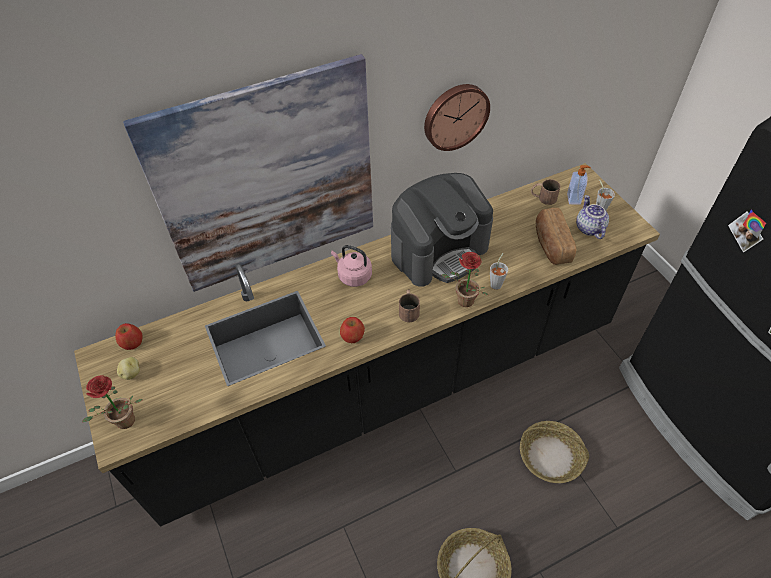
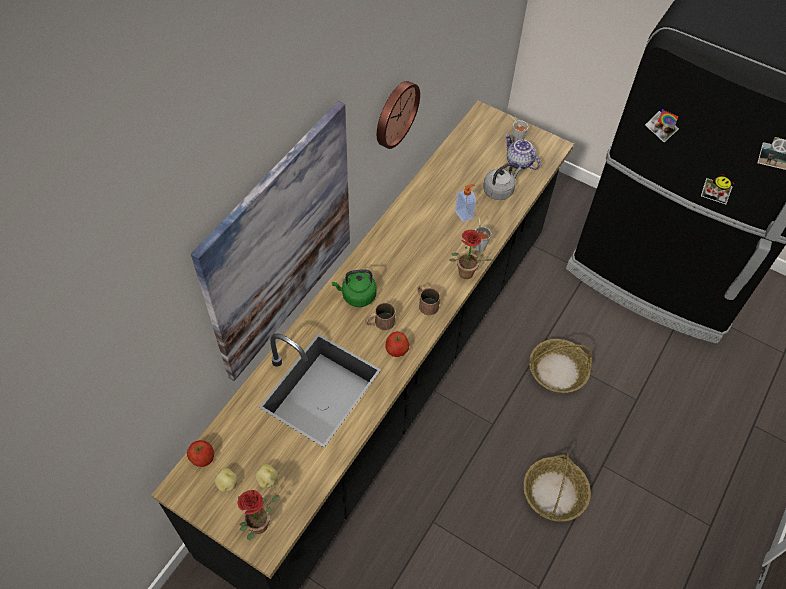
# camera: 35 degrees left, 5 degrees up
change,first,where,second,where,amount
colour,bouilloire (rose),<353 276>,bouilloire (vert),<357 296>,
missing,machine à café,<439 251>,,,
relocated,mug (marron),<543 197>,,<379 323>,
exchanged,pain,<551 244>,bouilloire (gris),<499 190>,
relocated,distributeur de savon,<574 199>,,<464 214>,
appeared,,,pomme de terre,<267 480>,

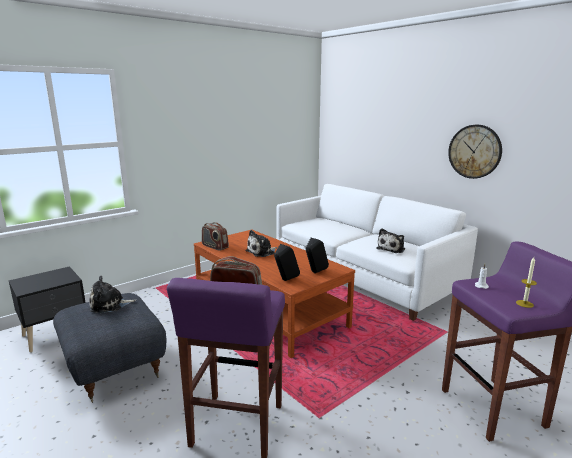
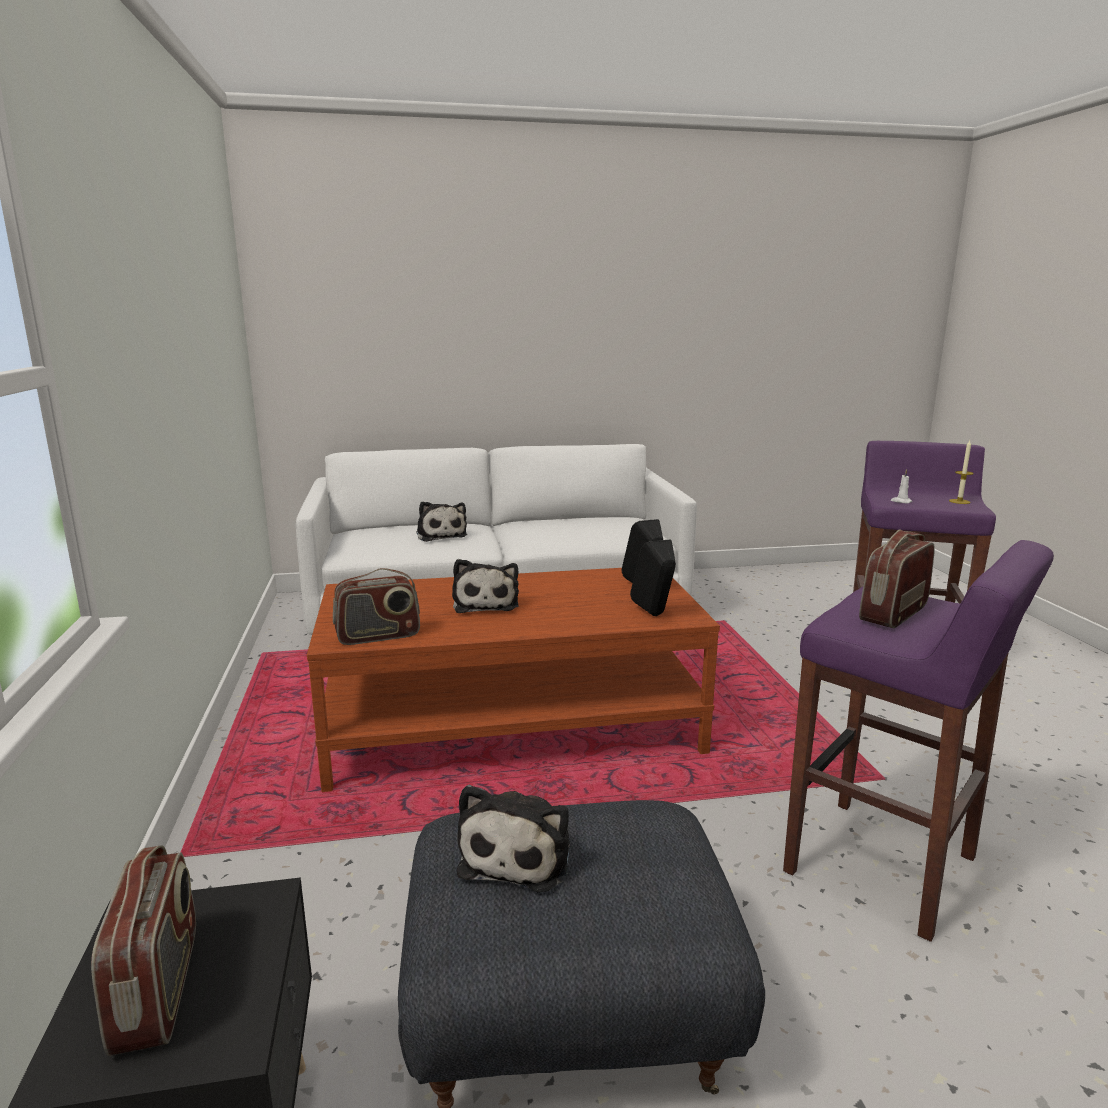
# camera: 60 degrees left, 0 degrees up
change,first,where,second,where,amount
relocated,peluche,<392 249>,,<441 535>,
missing,horloge murale,<474 151>,,,
appeared,,,radio,<159 989>,

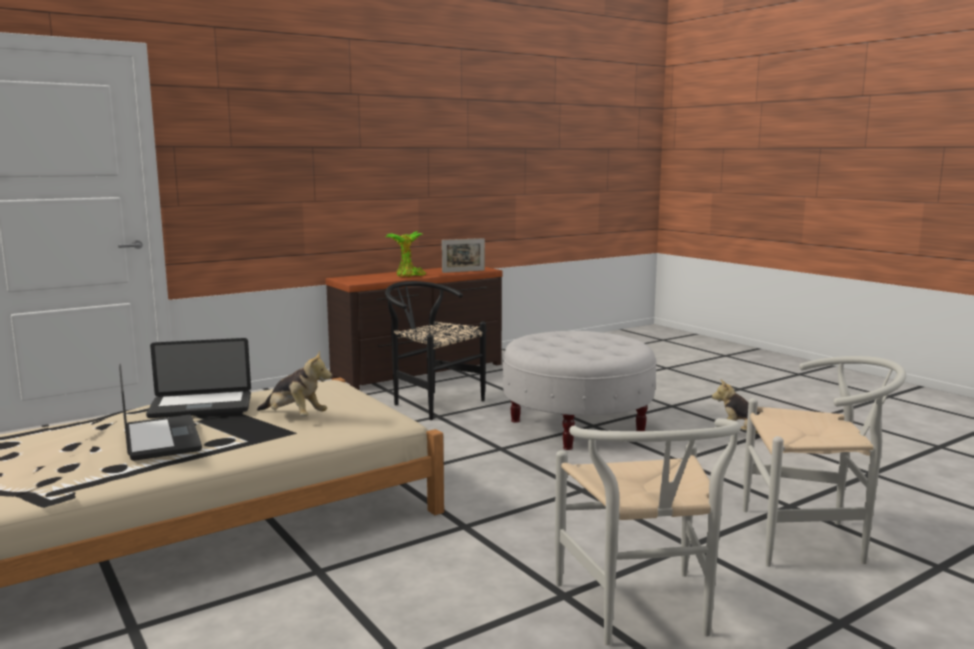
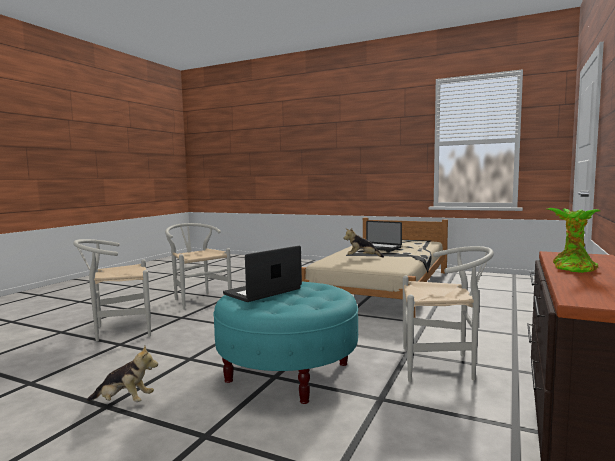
# camera: 150 degrees right, 5 degrees down
change,first,where,second,where,amount
relocated,ordinateur portable,<201 406>,,<263 292>,
colour,chaise (noir),<431 403>,chaise (blanc),<443 365>,
missing,cadre photo,<463 271>,,,
colour,pouf (blanc),<577 426>,pouf (turquoise),<287 372>,

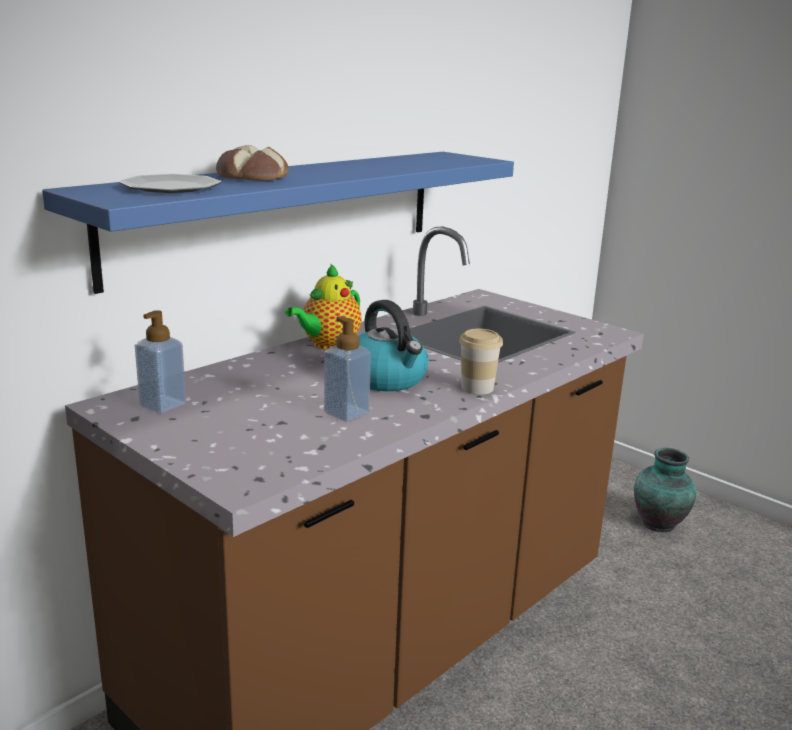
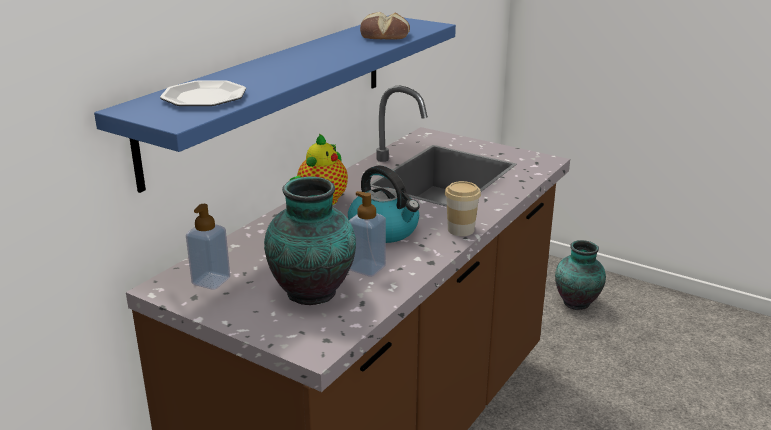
# camera: 10 degrees left, 5 degrees up
change,first,where,second,where,amount
relocated,pain,<251 177>,,<384 36>,
appeared,,,vase,<314 293>,

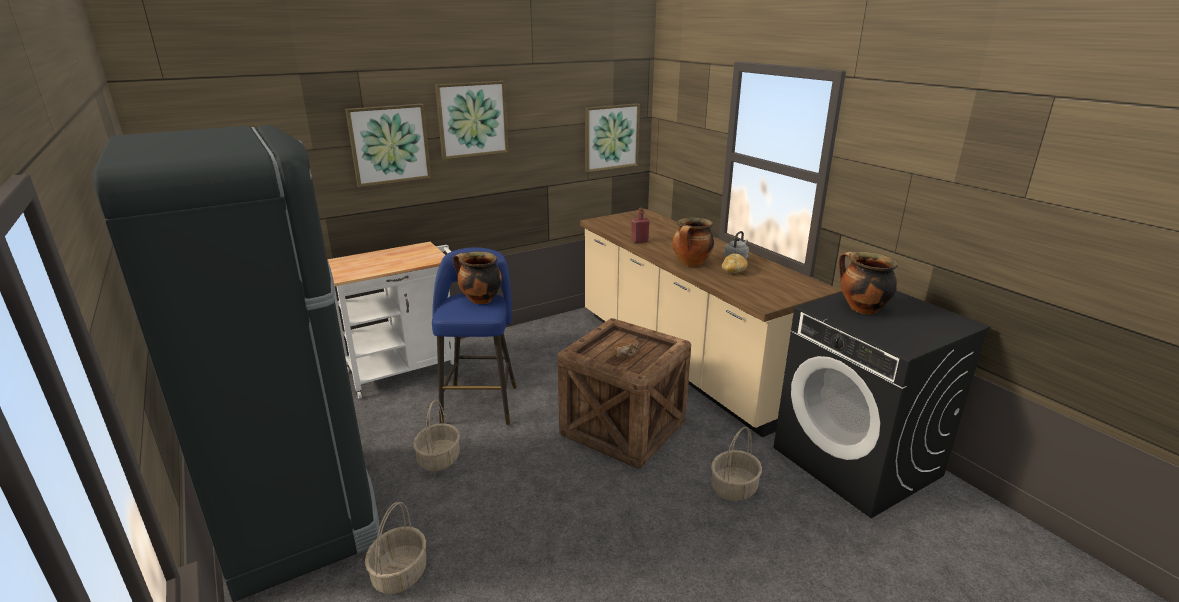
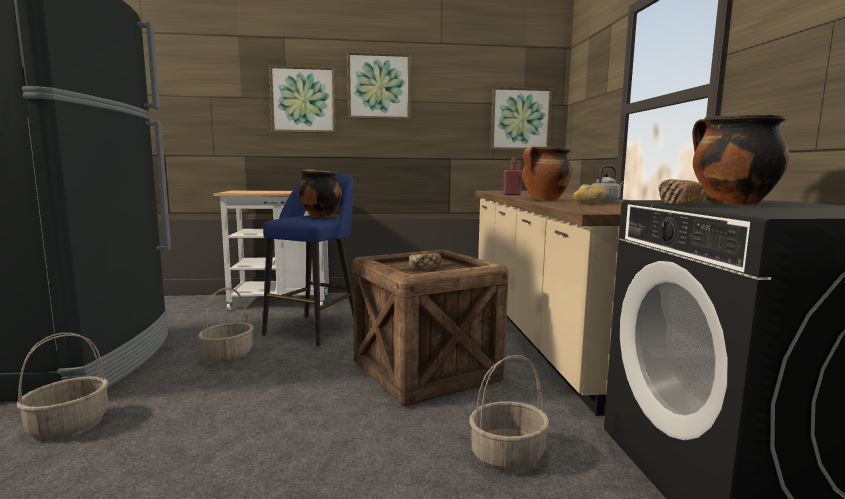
# camera: 25 degrees right, 15 degrees down
change,first,where,second,where,amount
appeared,,,pain,<677 204>,

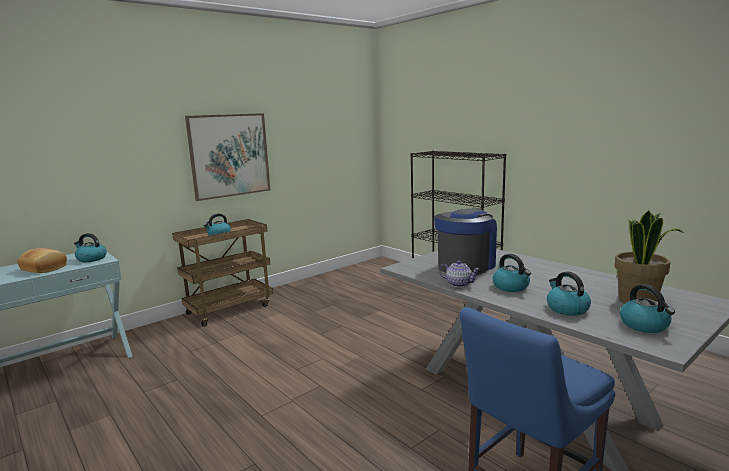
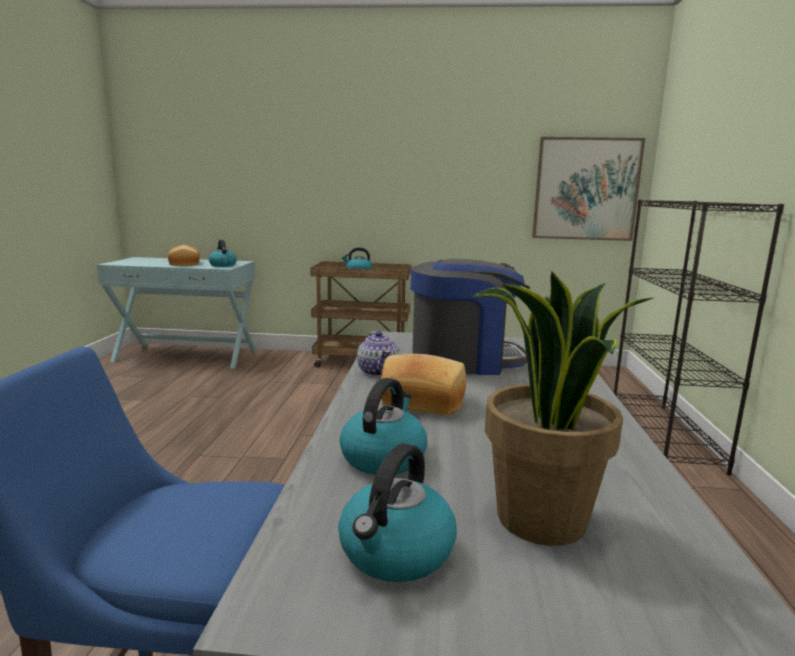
# camera: 45 degrees right, 0 degrees up
change,first,where,second,where,amount
relocated,tableau,<229 155>,,<586 189>,
exchanged,bouilloire,<511 287>,pain,<423 401>,

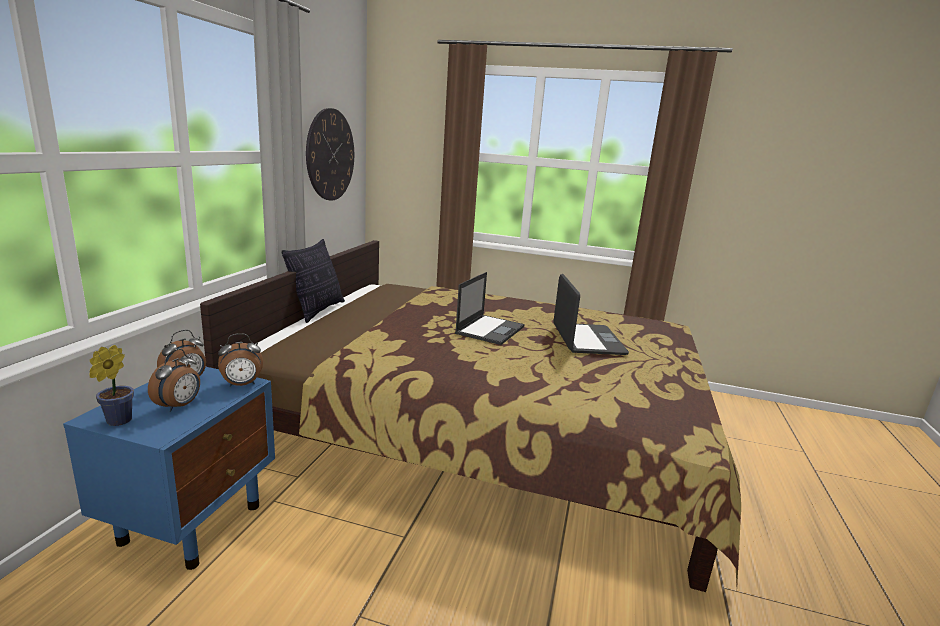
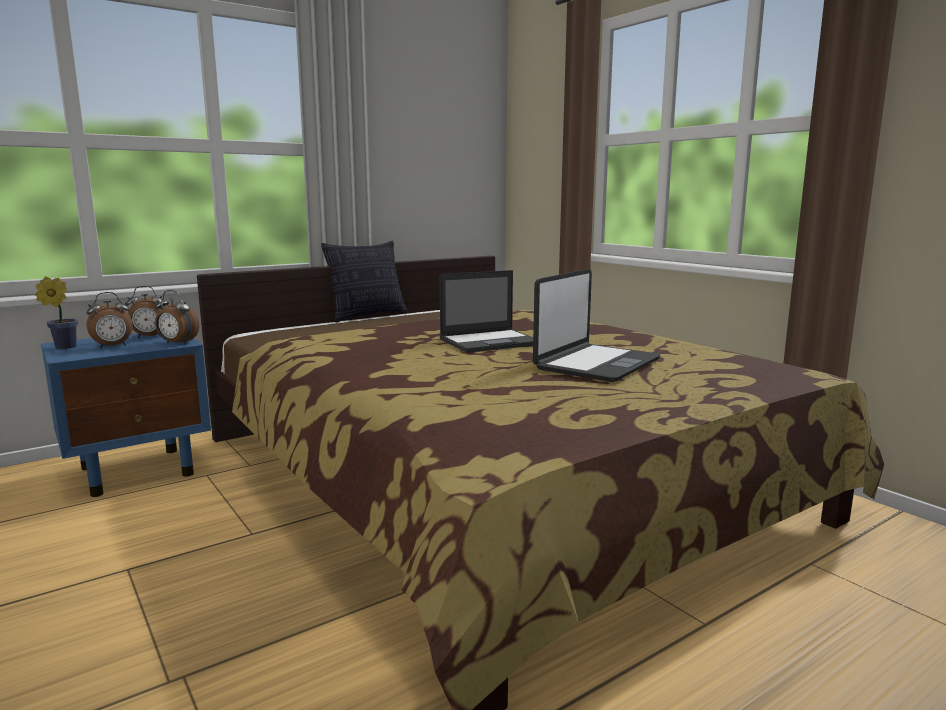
# camera: 40 degrees right, 5 degrees down
change,first,where,second,where,amount
missing,horloge murale,<330 155>,,,

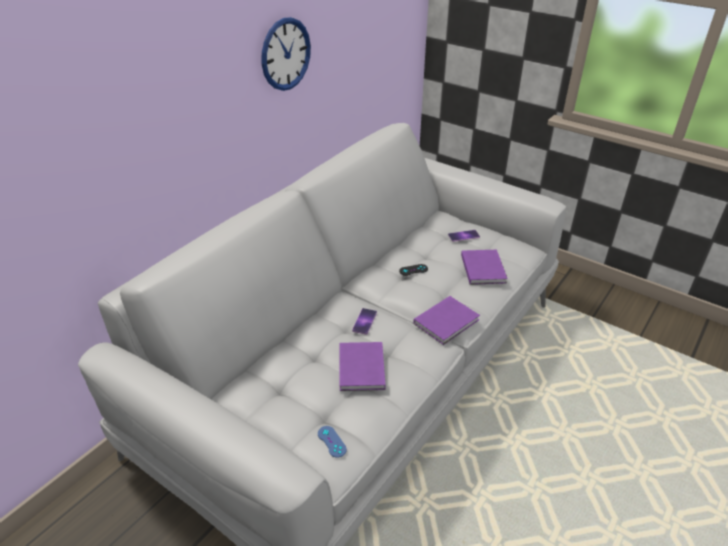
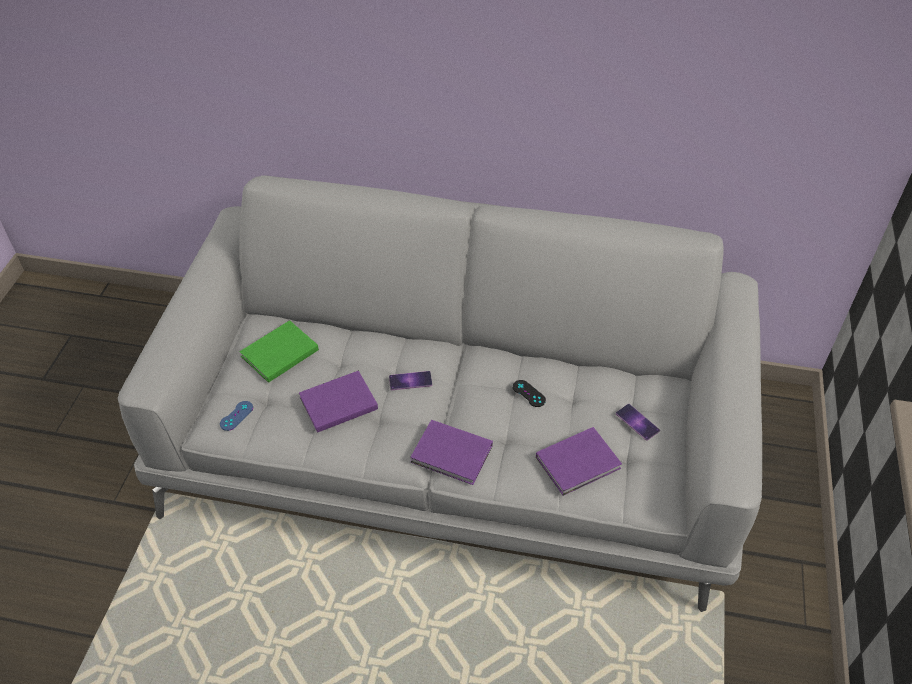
# camera: 65 degrees right, 10 degrees up
change,first,where,second,where,amount
missing,horloge murale,<286 54>,,,
appeared,,,livre (vert),<277 353>,

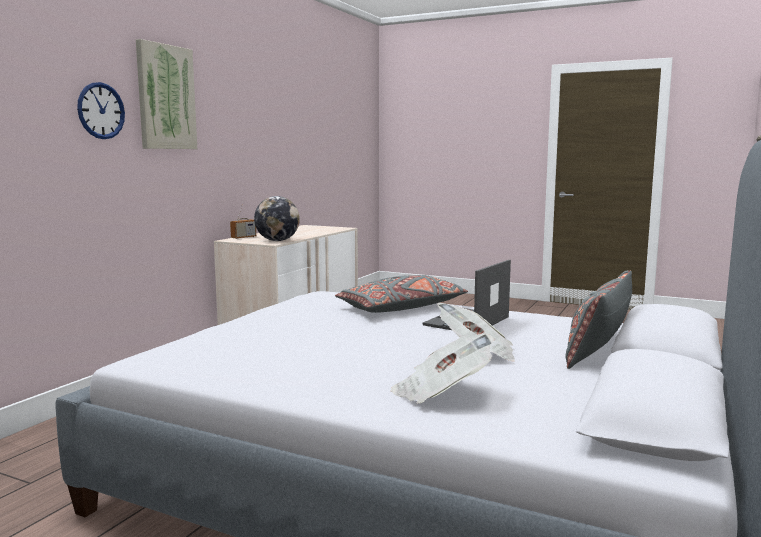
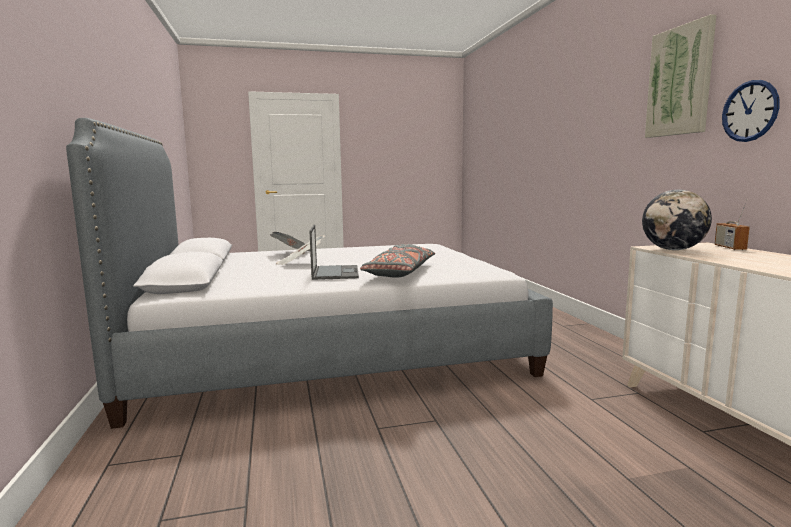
# camera: 140 degrees right, 0 degrees up
change,first,where,second,where,amount
relocated,horloge murale,<101 111>,,<750 111>,
missing,coussin (gris),<599 349>,,,

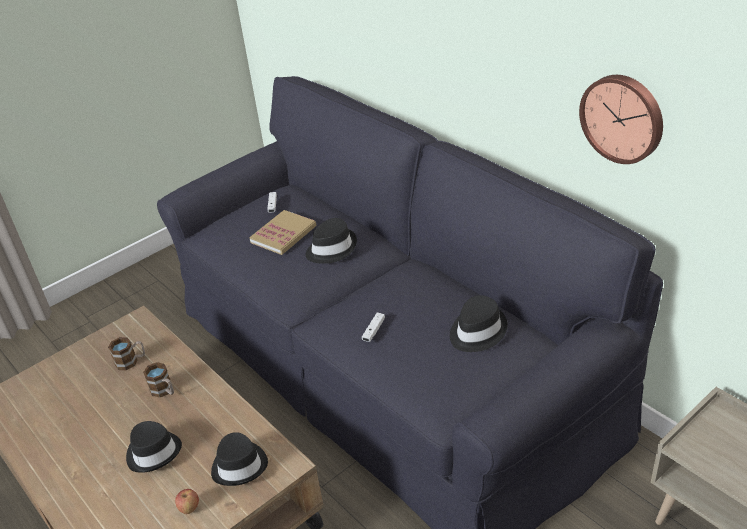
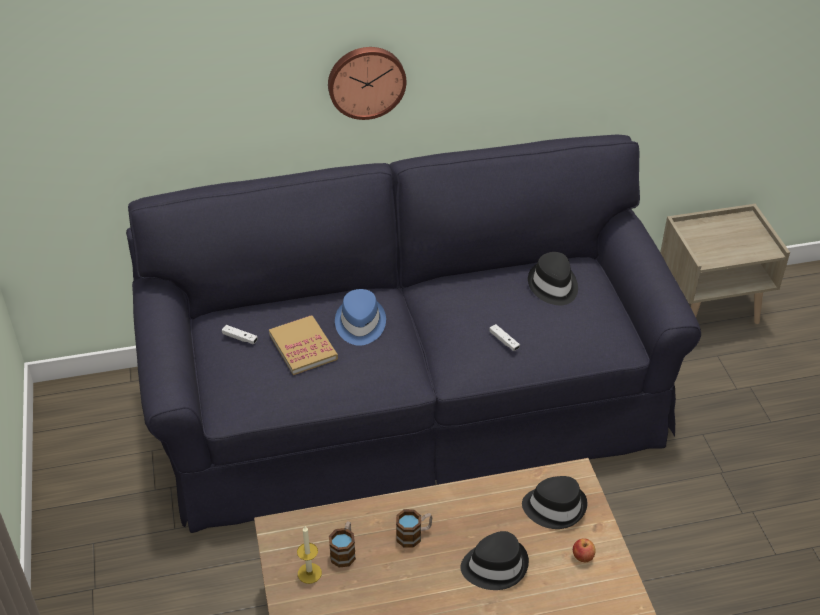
# camera: 65 degrees left, 5 degrees up
change,first,where,second,where,amount
colour,chapeau (noir),<331 248>,chapeau (bleu),<359 324>,
relocated,horloge murale,<623 118>,,<366 81>,
appeared,,,bougie,<309 573>,

